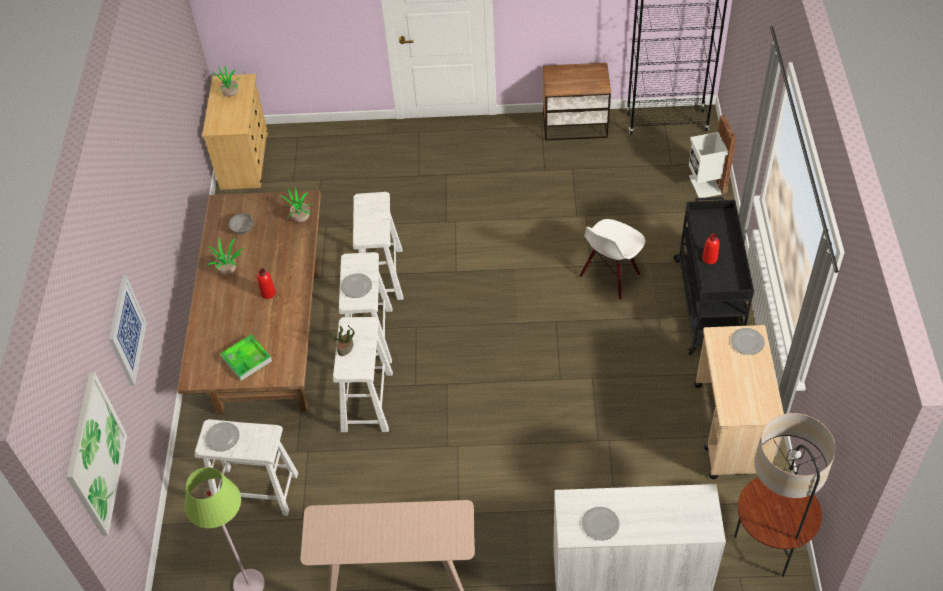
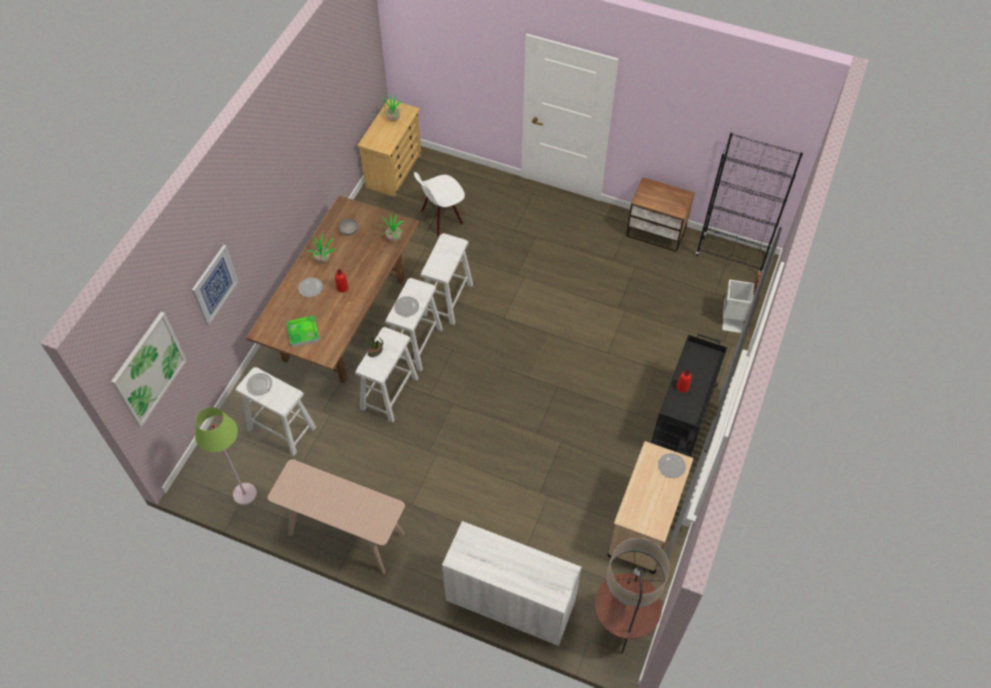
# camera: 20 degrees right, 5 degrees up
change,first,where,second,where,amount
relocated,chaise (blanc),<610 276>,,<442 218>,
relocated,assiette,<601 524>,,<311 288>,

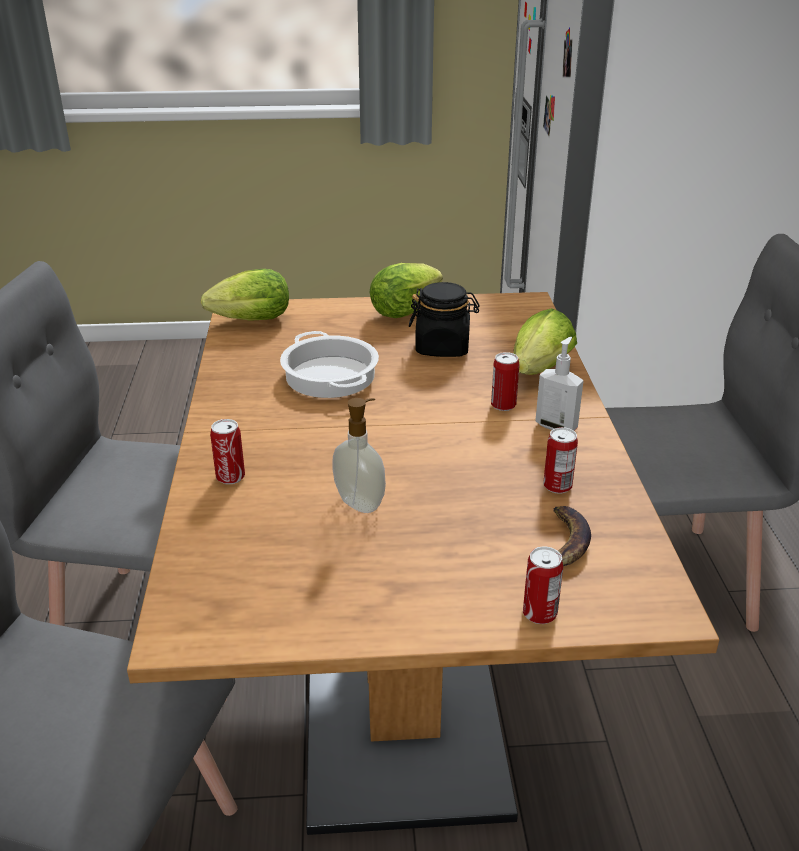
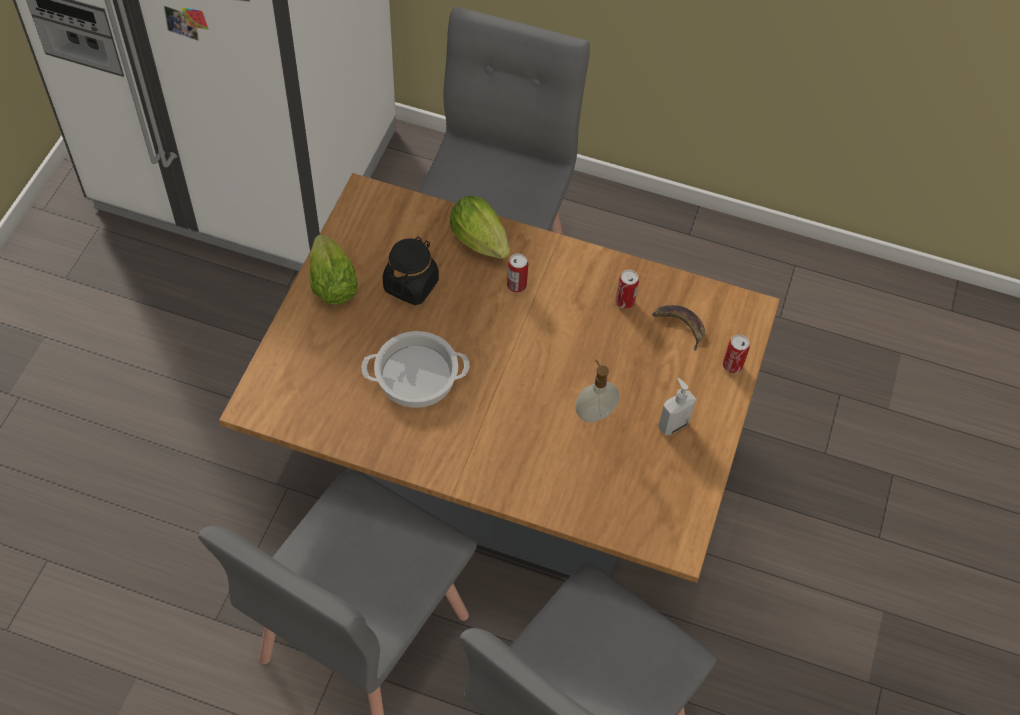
# camera: 70 degrees left, 25 degrees up
change,first,where,second,where,amount
missing,laitue,<247 321>,,,
missing,boîte métallique,<230 477>,,,
relocated,distributeur de savon,<556 426>,,<673 424>,

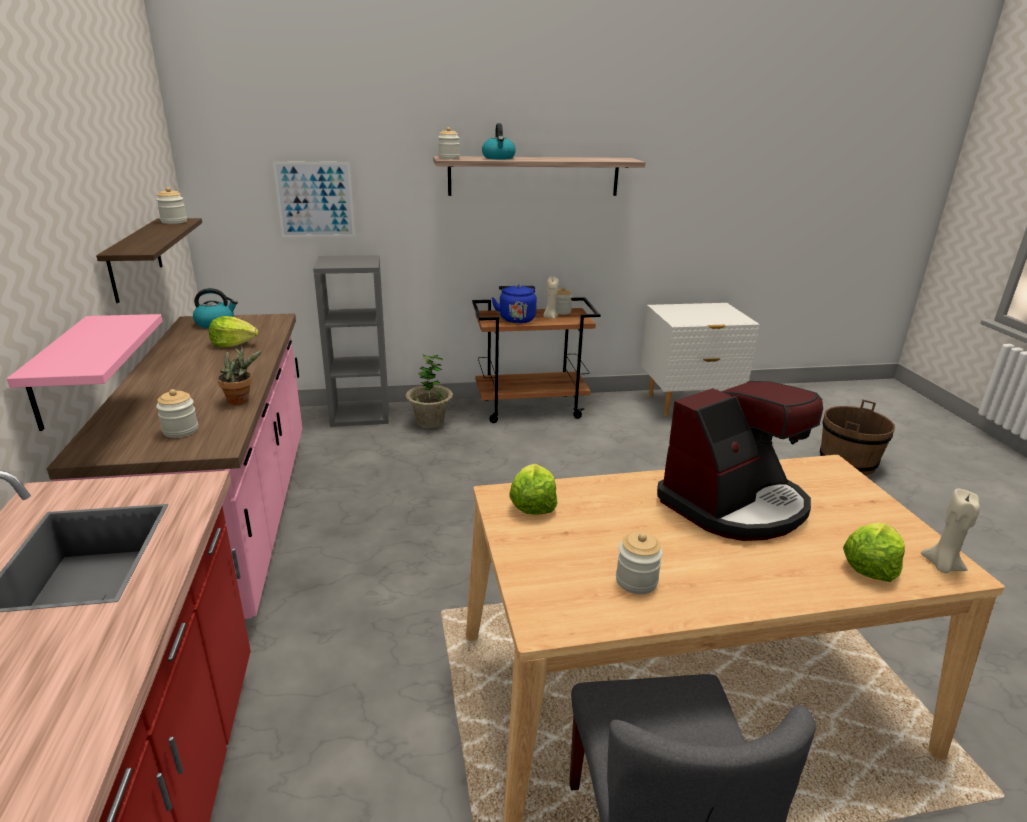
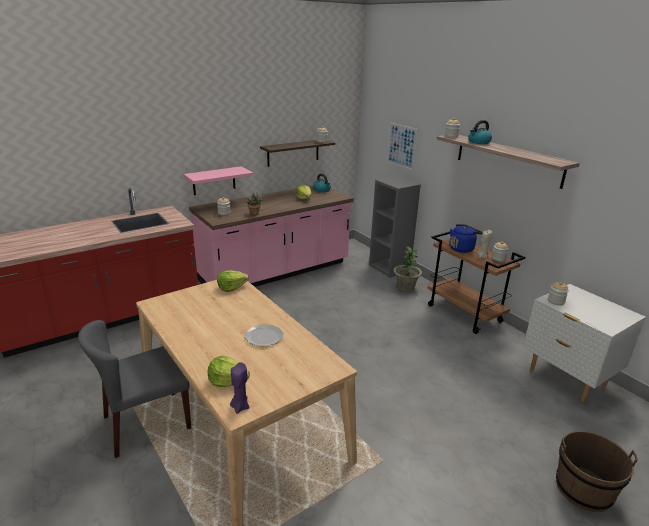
# camera: 65 degrees right, 0 degrees up
change,first,where,second,where,amount
relocated,bocal,<636 581>,,<556 301>,
exchanged,machine à café,<734 504>,assiette,<264 337>,
colour,bougie (beige),<942 566>,bougie (violet),<240 407>,

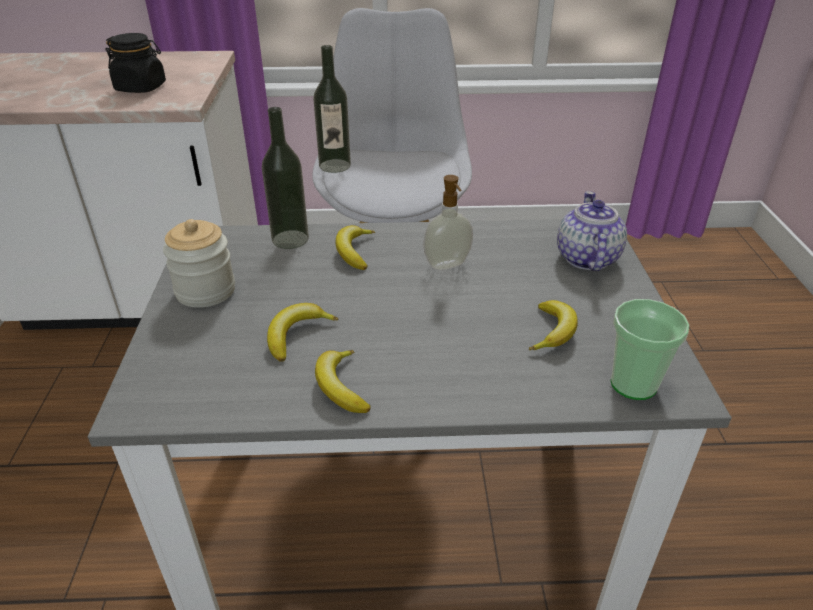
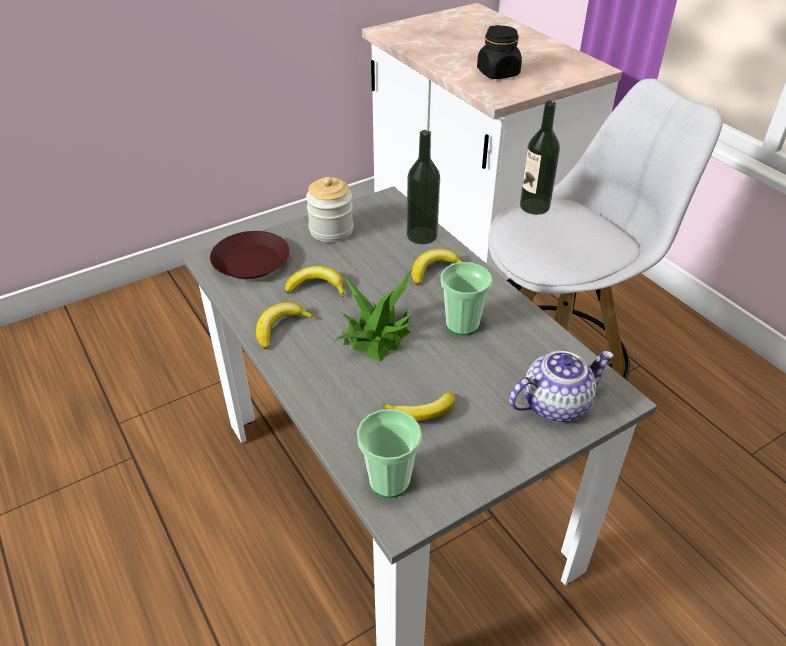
# camera: 60 degrees right, 5 degrees up
change,first,where,second,where,amount
exchanged,distributeur de savon,<448 265>,tasse,<462 324>,
appeared,,,assiette (marron),<250 262>,
appeared,,,plante en pot,<378 334>,

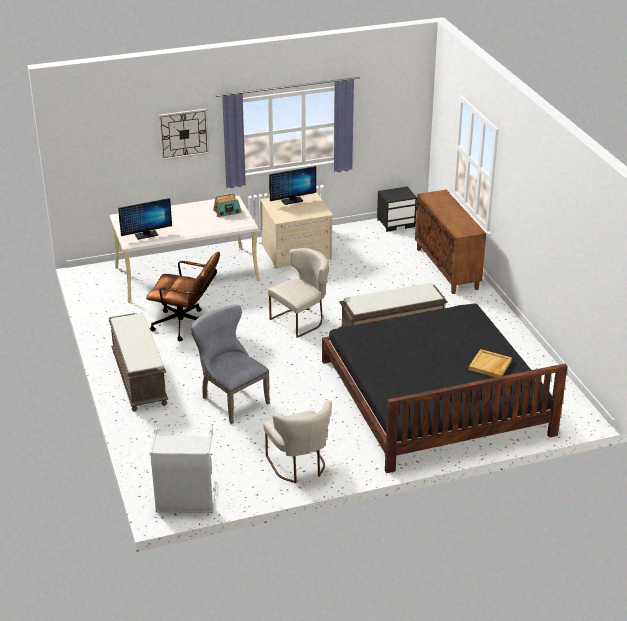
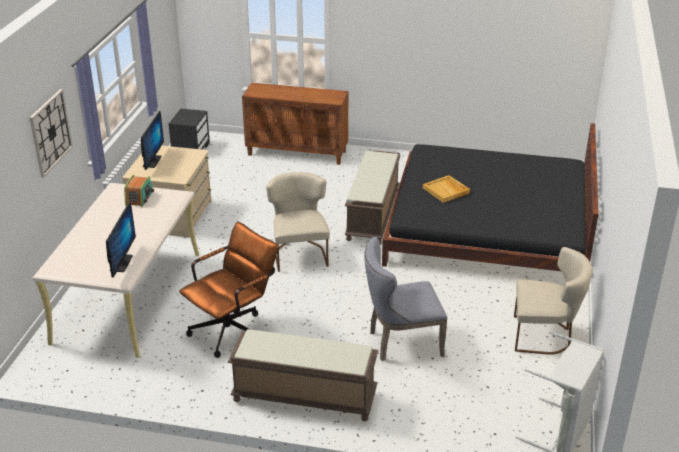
# camera: 60 degrees left, 0 degrees up
change,first,where,second,where,amount
relocated,plateau (beige),<490 365>,,<446 190>,

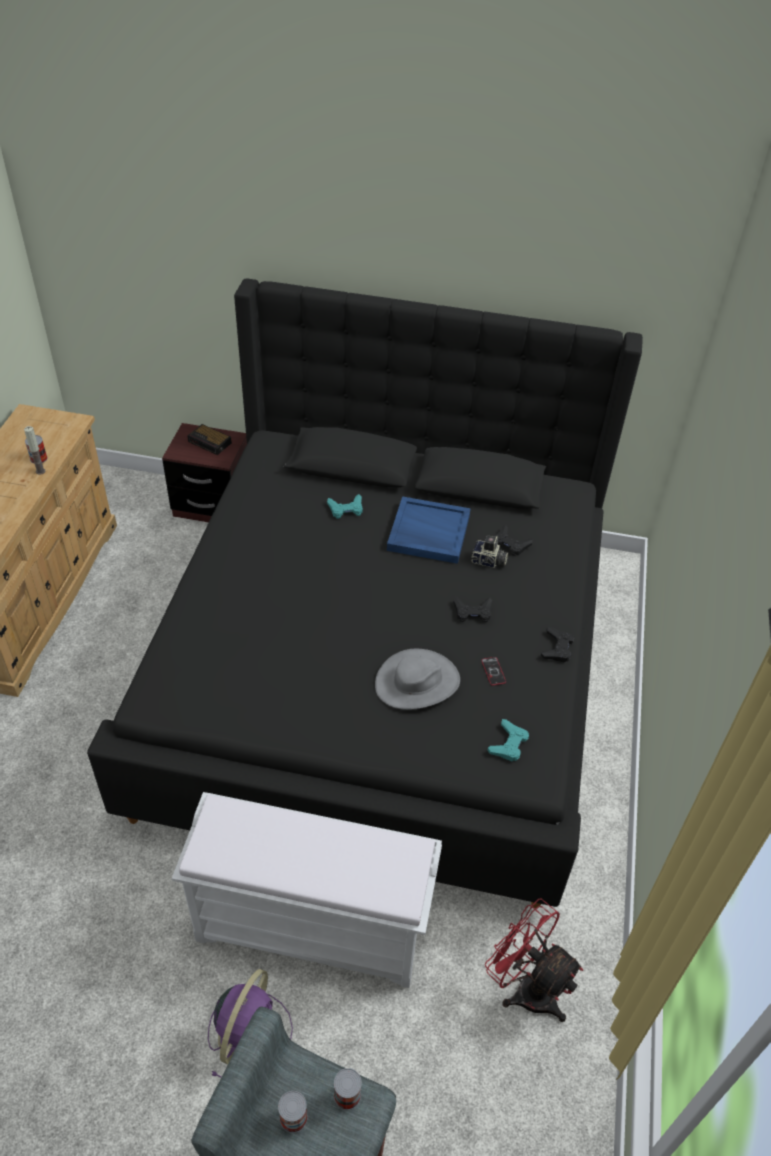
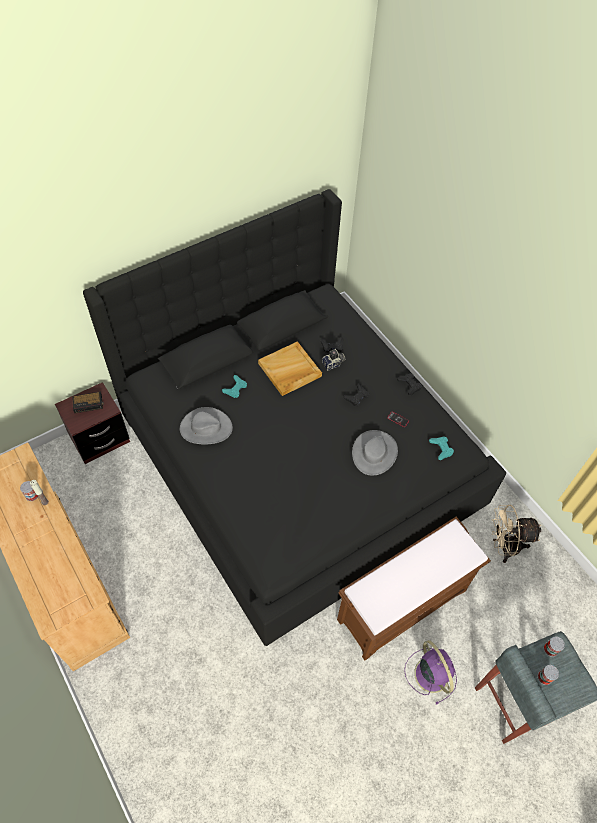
# camera: 45 degrees left, 10 degrees up
change,first,where,second,where,amount
colour,banc (blanc),<313 925>,banc (marron),<403 603>,
colour,plateau (bleu),<428 533>,plateau (beige),<289 370>,
colour,ventilateur (rouge),<526 987>,ventilateur (beige),<504 546>,
appeared,,,chapeau (gris),<206 428>,

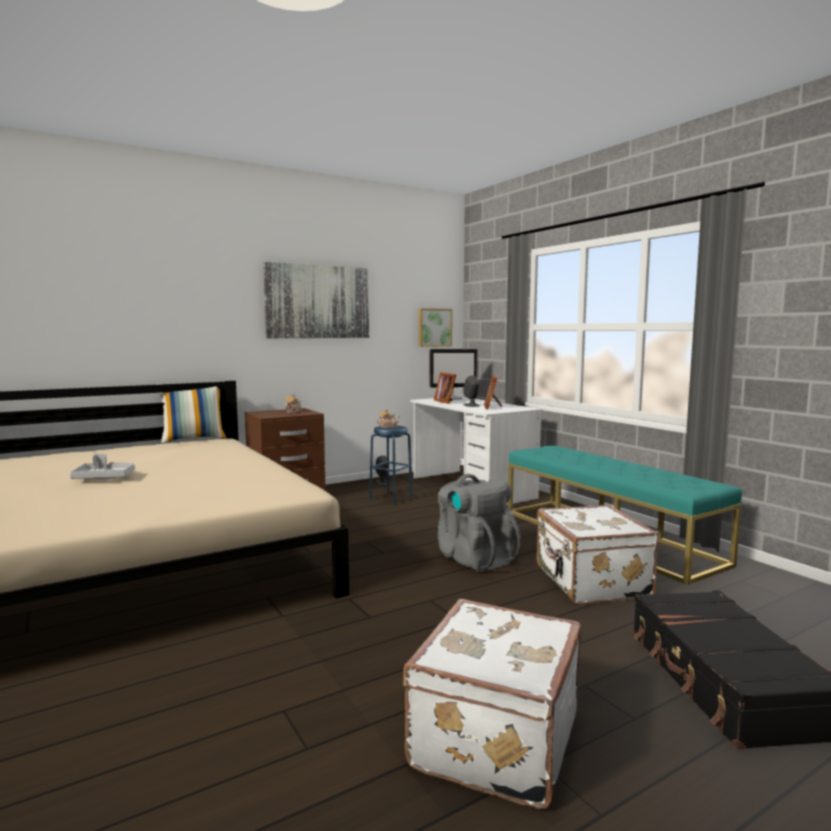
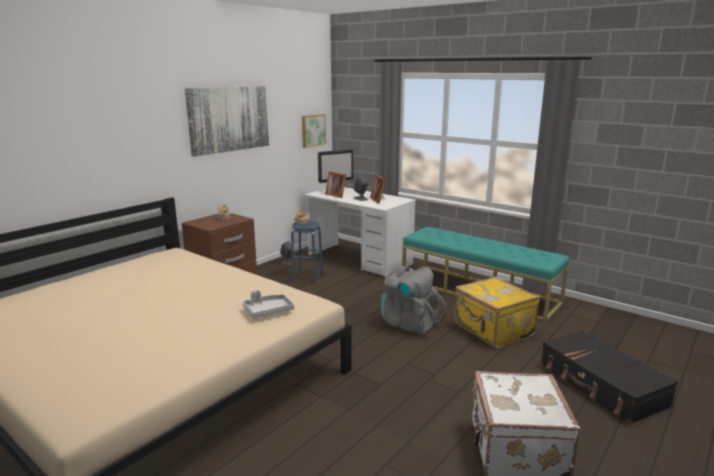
# camera: 20 degrees left, 10 degrees up
change,first,where,second,where,amount
relocated,plateau (gris),<104 478>,,<268 311>,
missing,coussin,<194 439>,,,
colour,valise (blanc),<590 583>,valise (jaune),<492 331>,

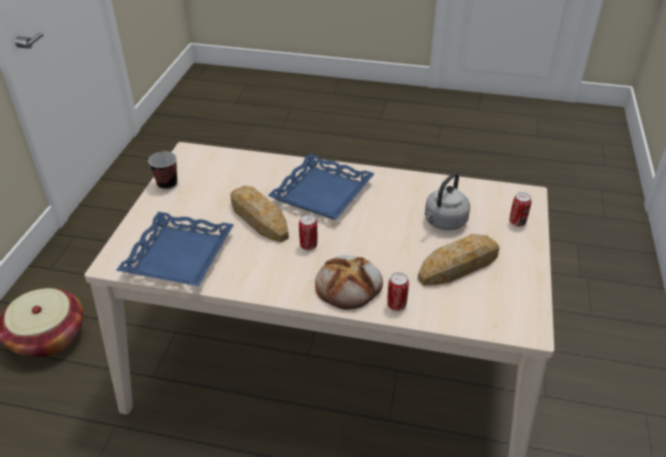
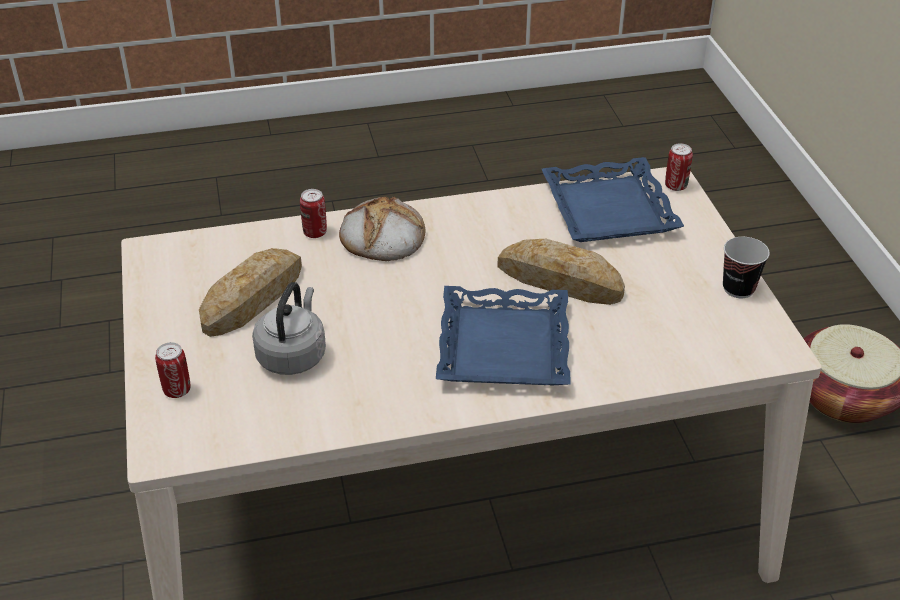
# camera: 155 degrees right, 0 degrees up
change,first,where,second,where,amount
relocated,boîte métallique,<308 245>,,<676 186>,

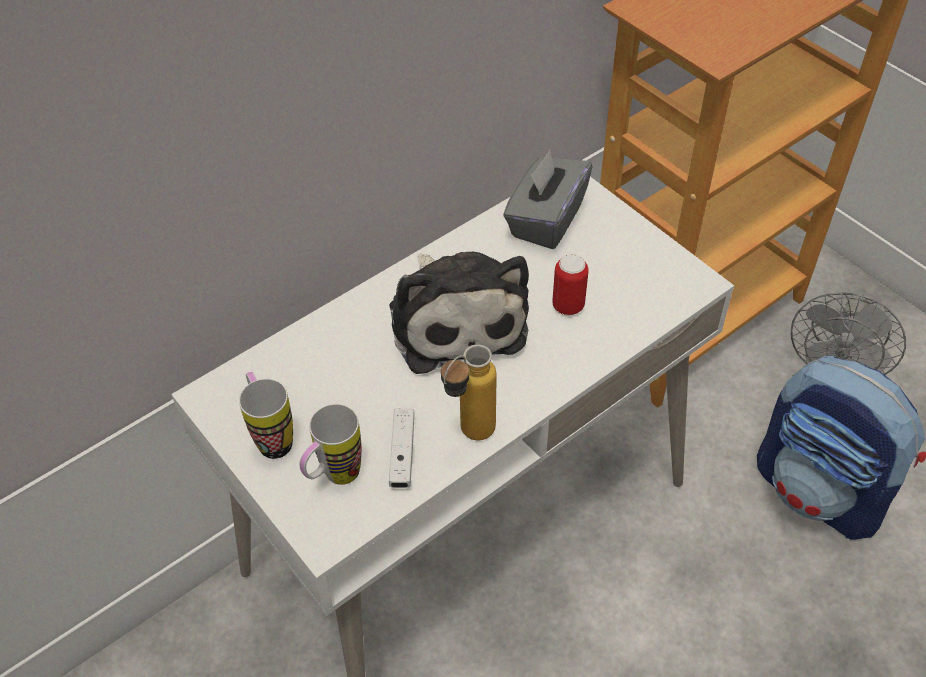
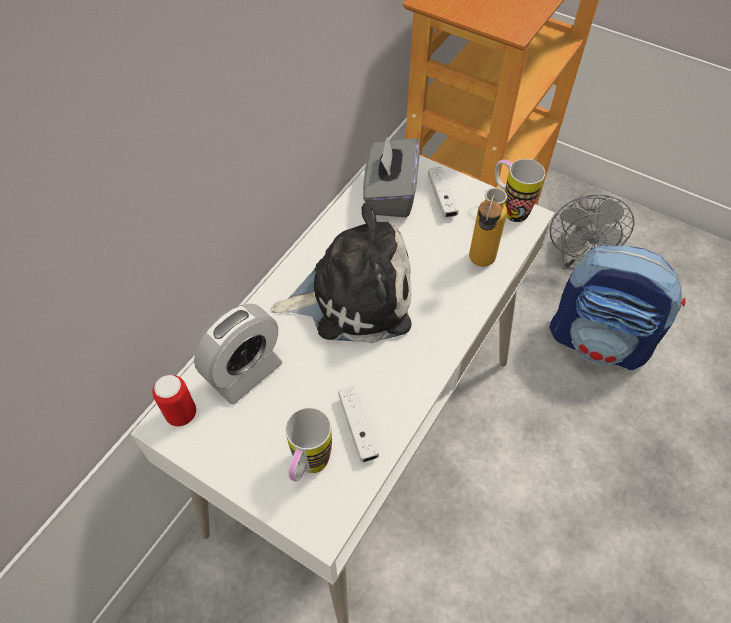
# camera: 20 degrees left, 5 degrees up
change,first,where,second,where,amount
relocated,mug,<271 436>,,<509 209>,
spun,peluche,<455 319>,,<353 296>,60 degrees counterclockwise
relocated,bouteille,<468 437>,,<479 266>,
relocated,boîte métallique,<568 306>,,<181 414>,
appeared,,,réveil,<245 372>,
appeared,,,manette (blanc),<441 198>,

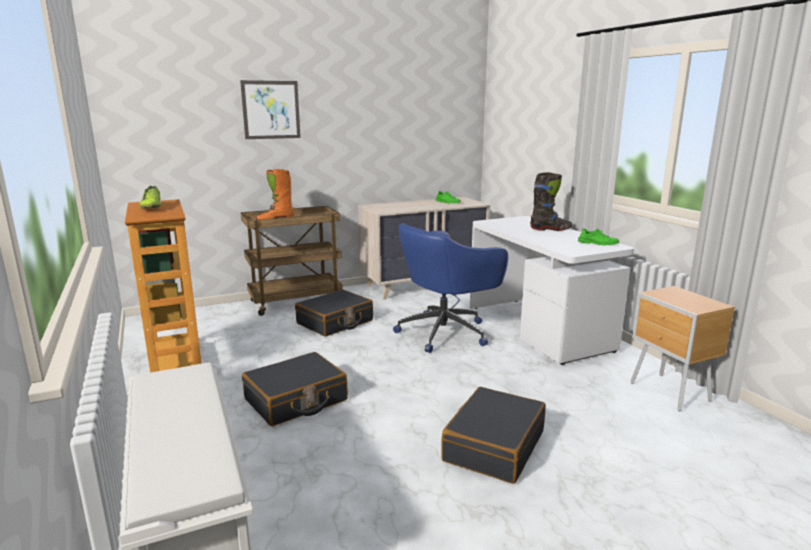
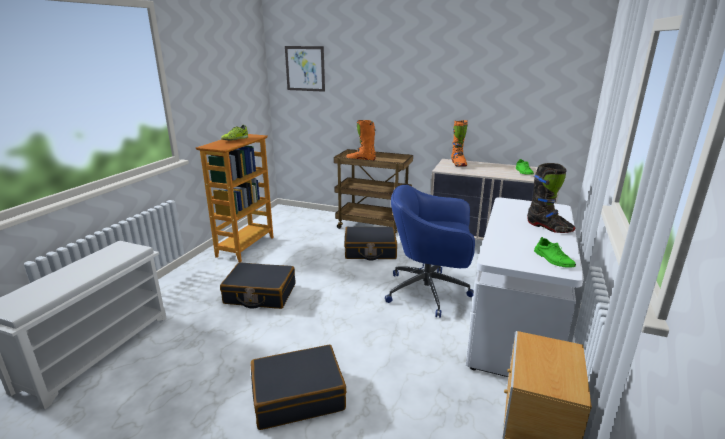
# camera: 45 degrees right, 5 degrees up
change,first,where,second,where,amount
relocated,tableau,<271 110>,,<305 68>,
appeared,,,botte (orange),<458 164>,

